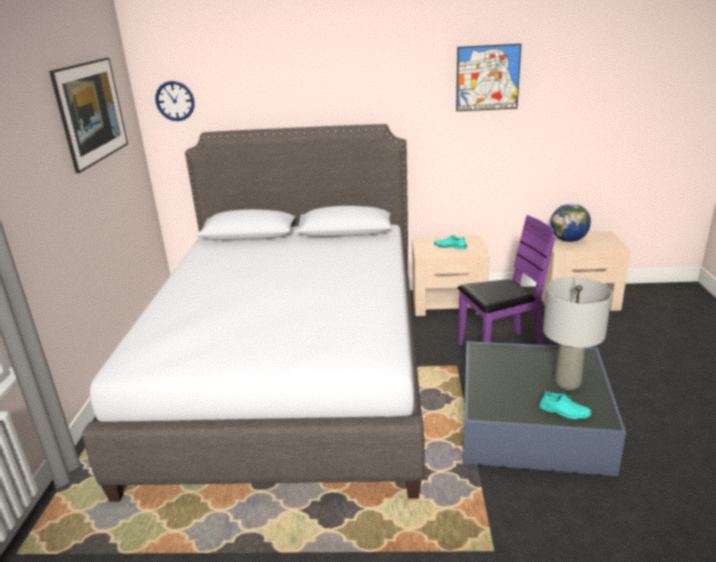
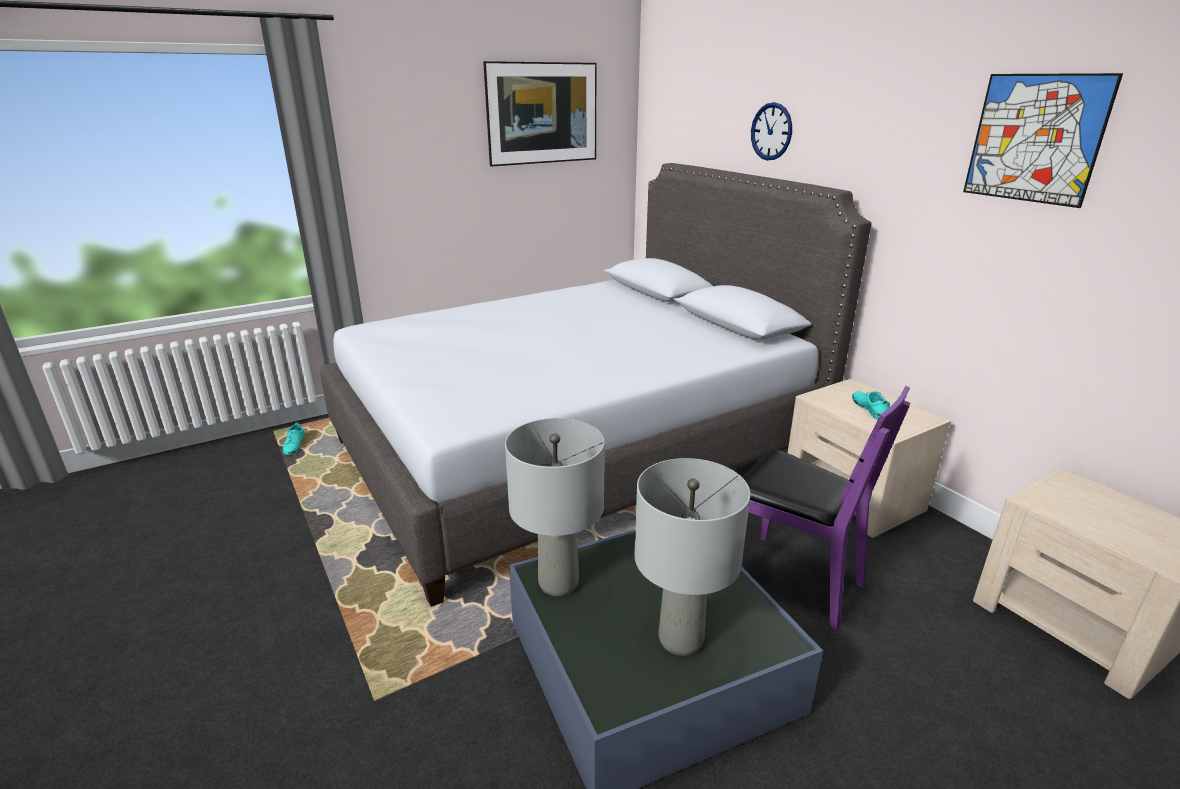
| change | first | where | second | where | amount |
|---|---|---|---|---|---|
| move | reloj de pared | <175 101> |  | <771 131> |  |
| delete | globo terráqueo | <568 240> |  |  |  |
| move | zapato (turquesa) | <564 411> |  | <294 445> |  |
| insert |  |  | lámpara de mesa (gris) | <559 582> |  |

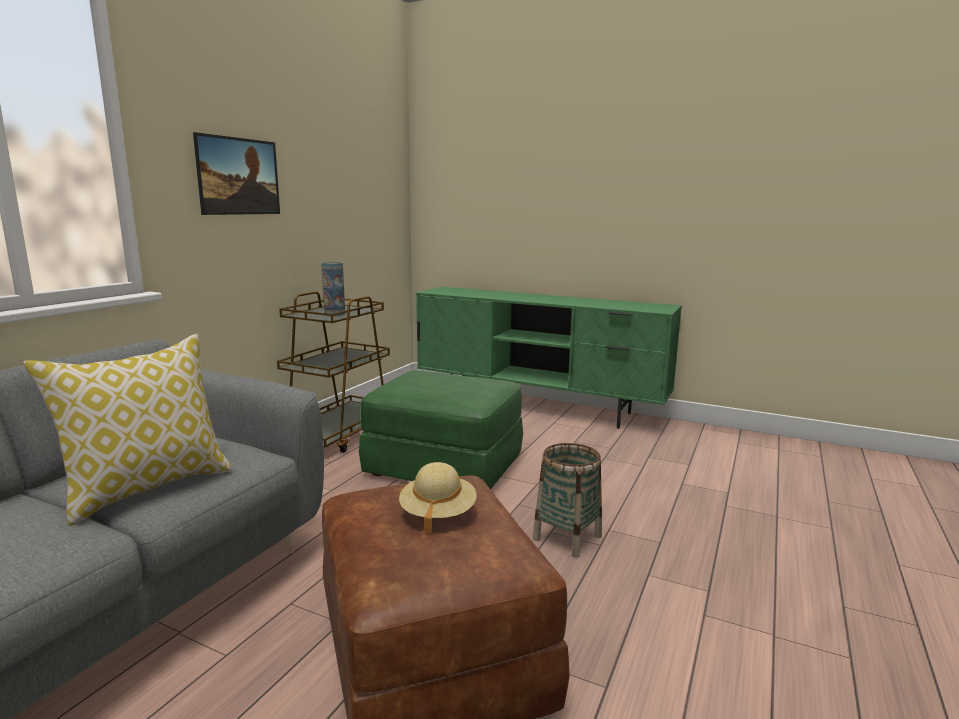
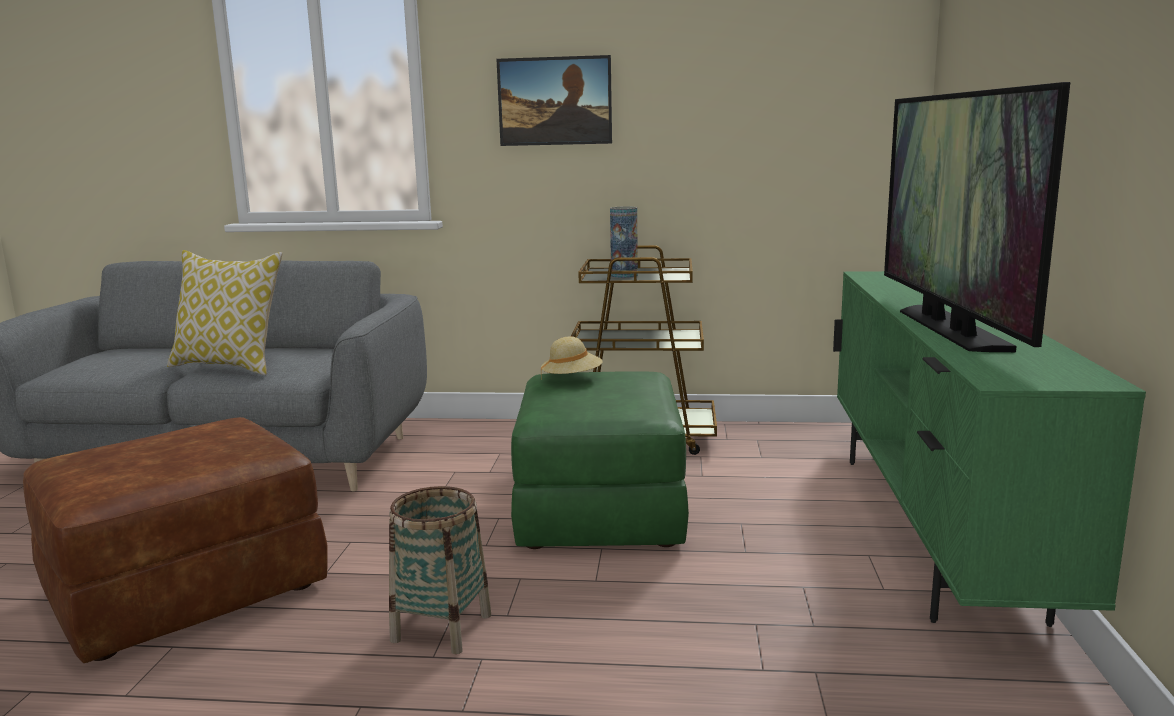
| change | first | where | second | where | amount |
|---|---|---|---|---|---|
| move | sombrero (beis) | <437 513> |  | <572 379> |  |
| insert |  |  | televisor | <950 329> |  |

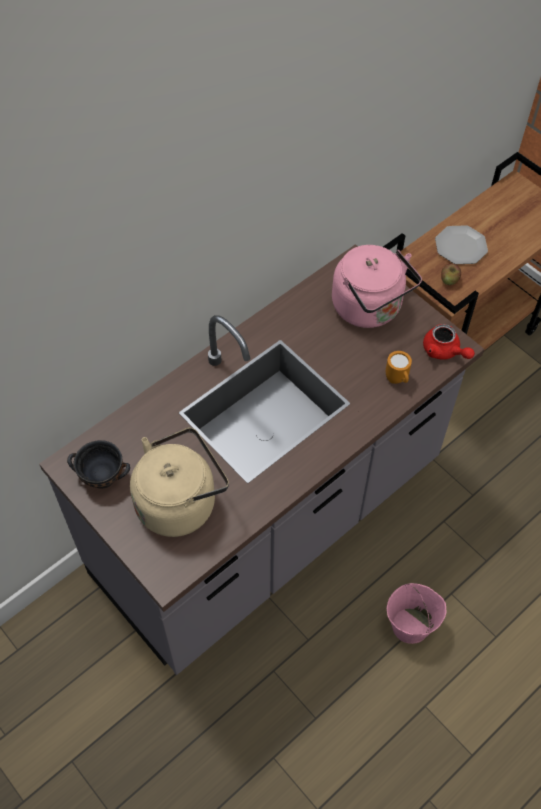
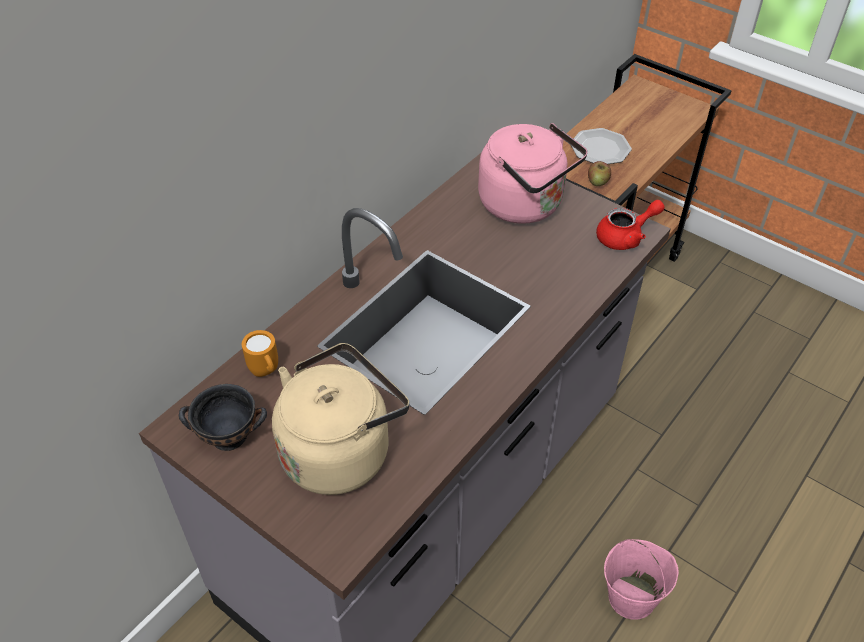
| change | first | where | second | where | amount |
|---|---|---|---|---|---|
| rotate | tetera (rojo) | <444 351> |  | <625 237> | 60 degrees counterclockwise |
| move | taza grande (naranja) | <397 380> |  | <266 372> |  |

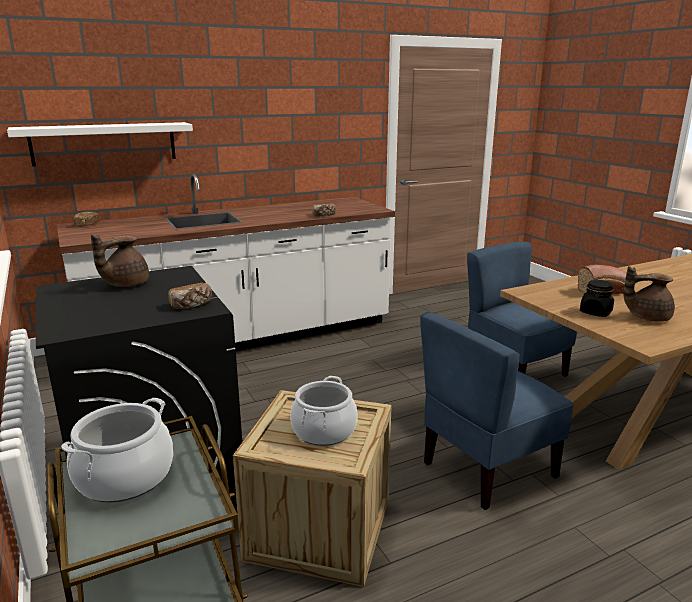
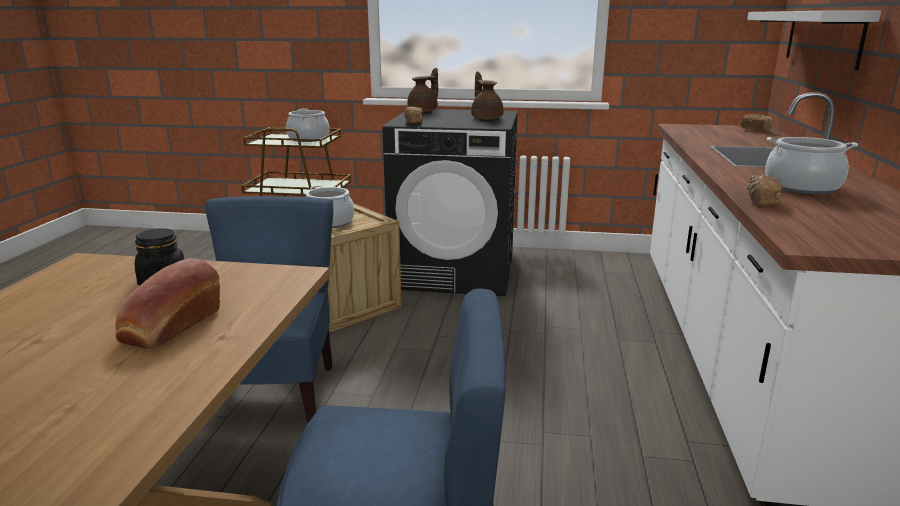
| change | first | where | second | where | amount |
|---|---|---|---|---|---|
| move | tetera (marrón) | <646 317> |  | <424 111> |  |
| insert |  |  | olla | <802 187> |  |

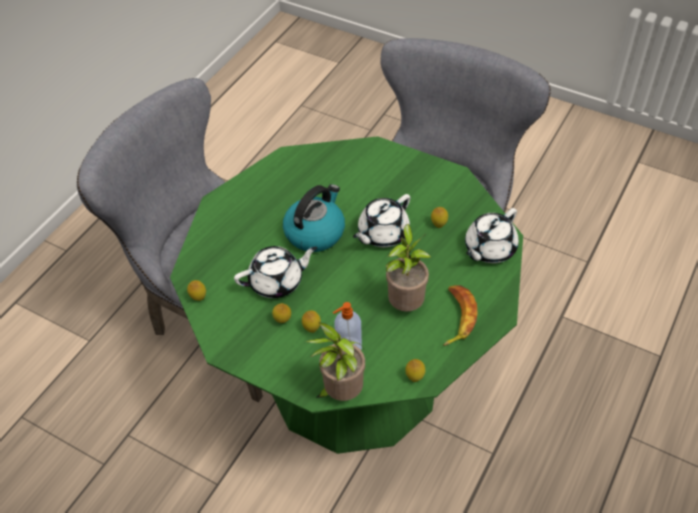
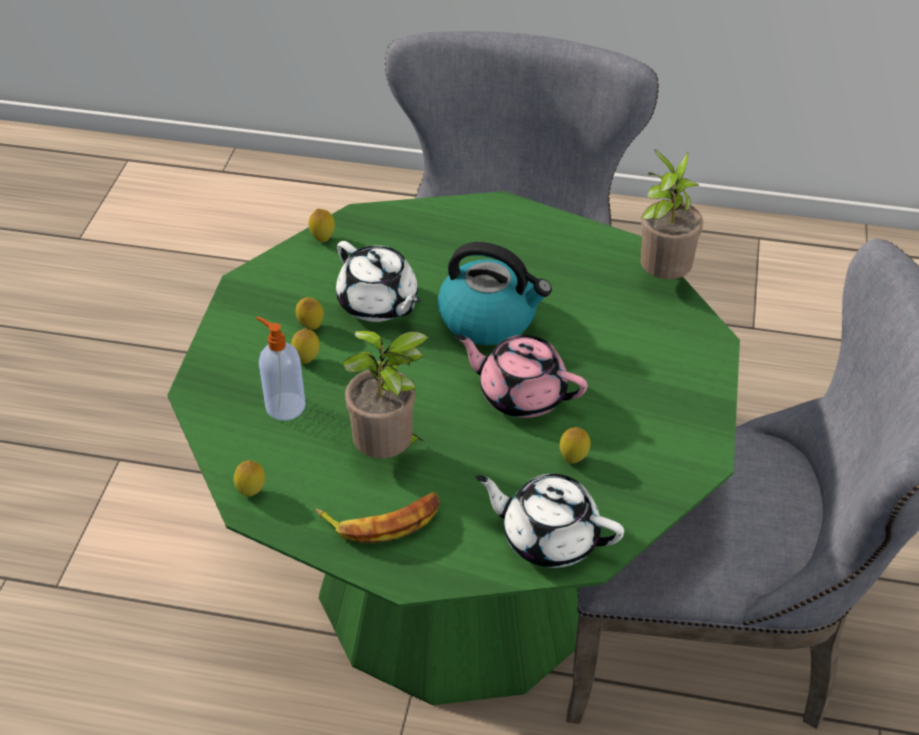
| change | first | where | second | where | amount |
|---|---|---|---|---|---|
| recolor | tetera (blanco) | <382 234> | tetera (rosa) | <521 394> |  |
| move | planta en maceta | <340 393> |  | <661 277> |  |

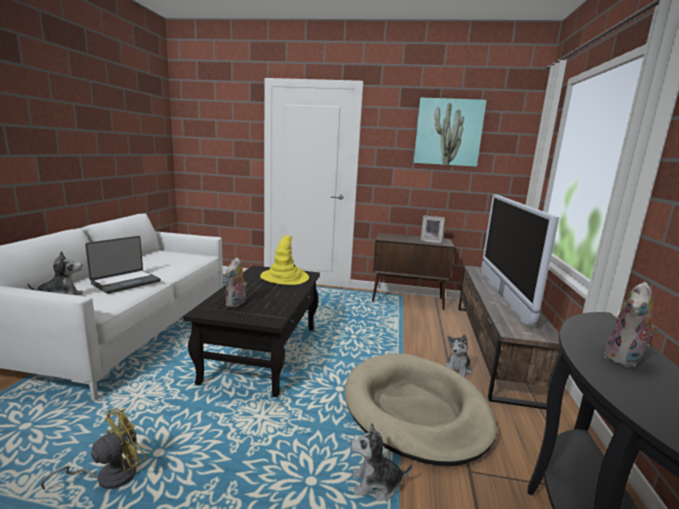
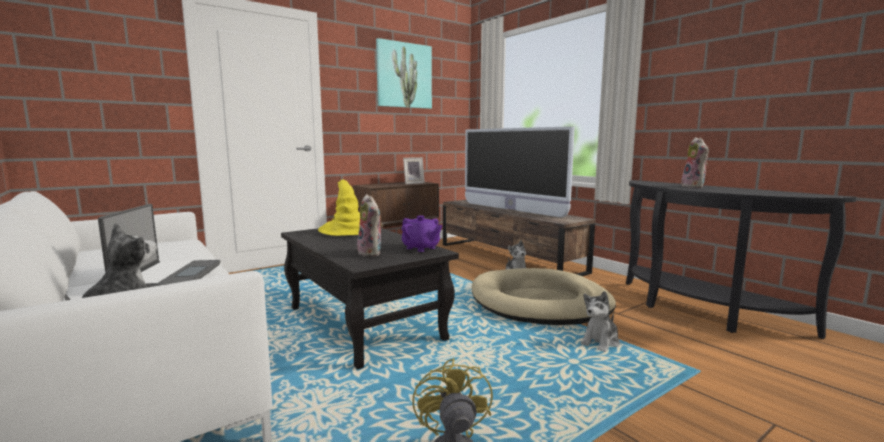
| change | first | where | second | where | amount |
|---|---|---|---|---|---|
| insert |  |  | tetera (morado) | <421 248> |  |

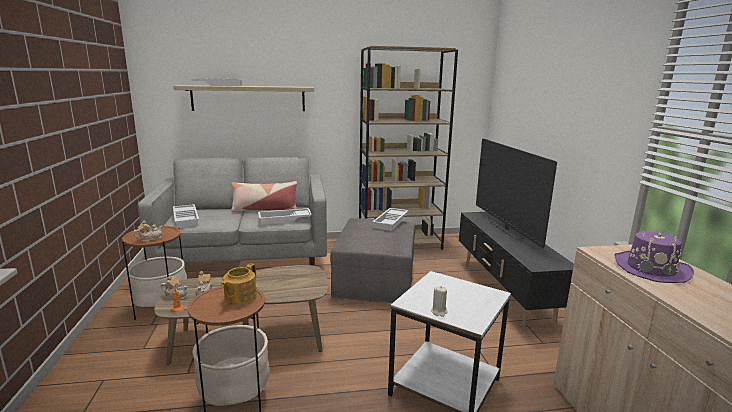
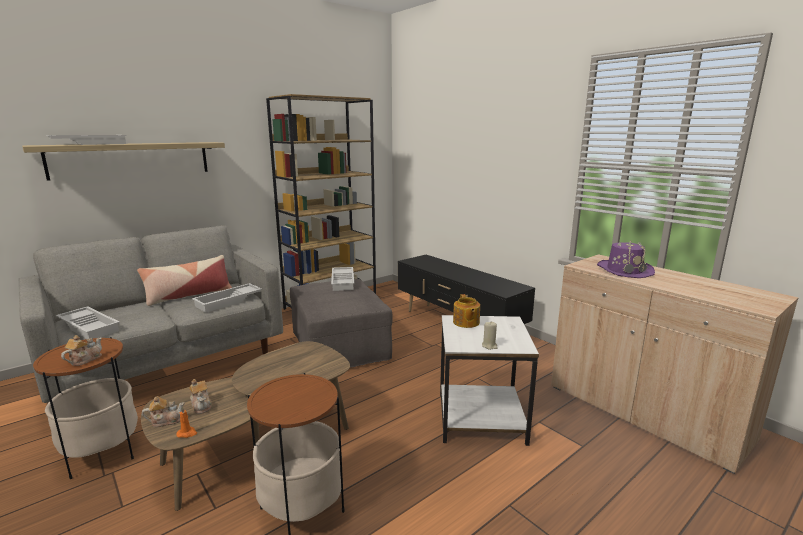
| change | first | where | second | where | amount |
|---|---|---|---|---|---|
| delete | televisor | <505 229> |  |  |  |
| move | tetera | <239 297> |  | <466 322> |  |

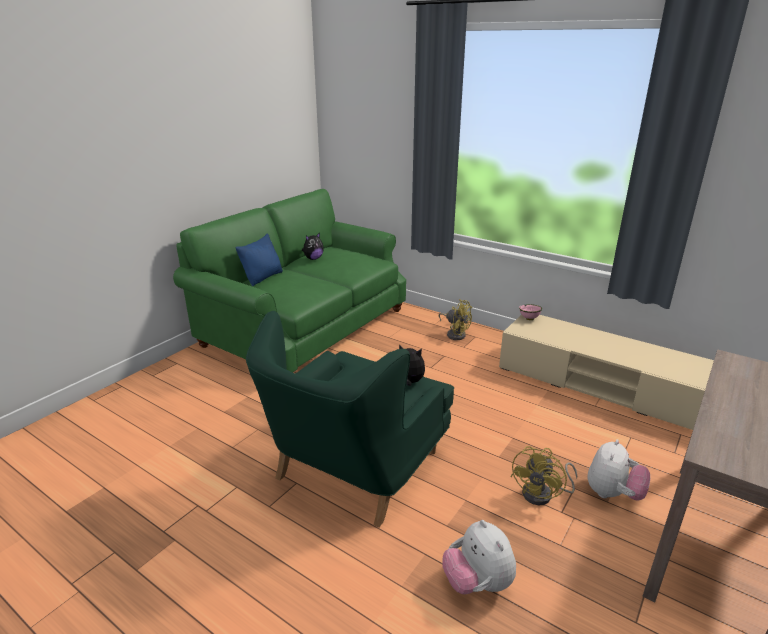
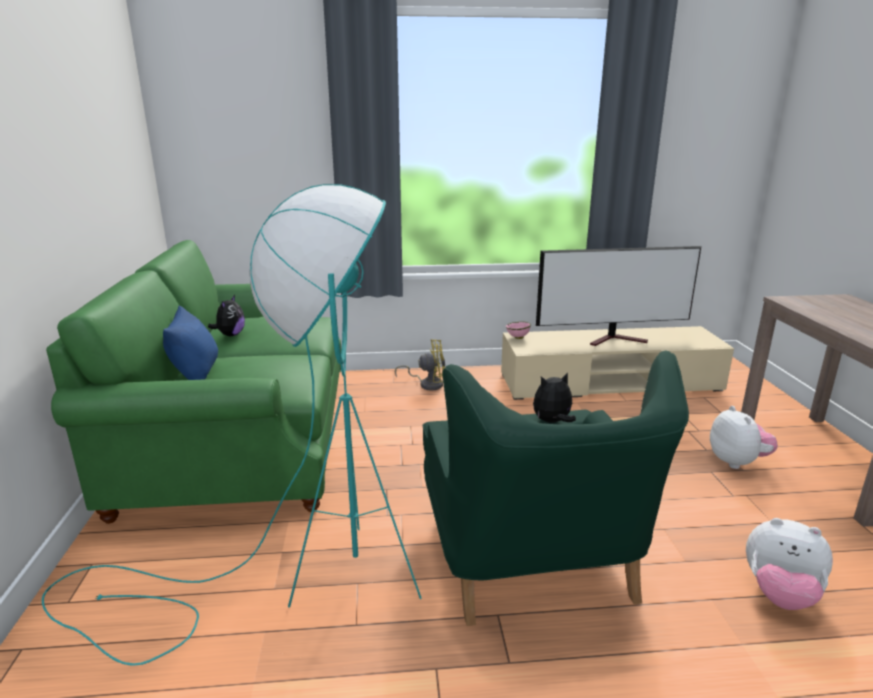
| change | first | where | second | where | amount |
|---|---|---|---|---|---|
| delete | ventilador (amarillo) | <543 494> |  |  |  |
| insert |  |  | lámpara de pie (turquesa) | <296 583> |  |
| insert |  |  | televisor | <616 339> |  |

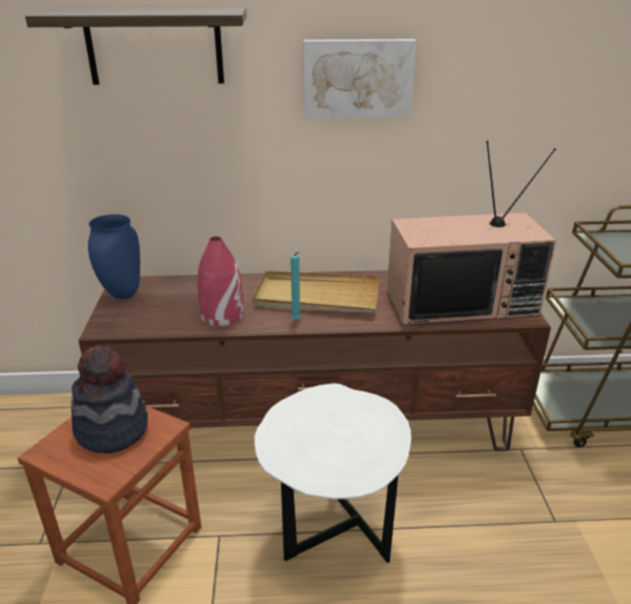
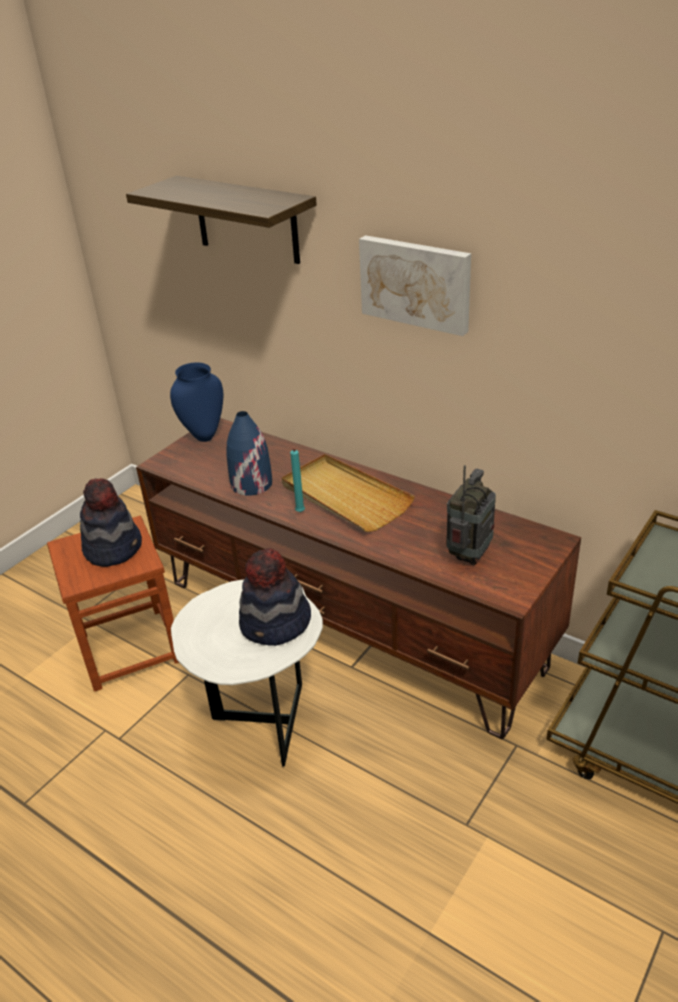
| change | first | where | second | where | amount |
|---|---|---|---|---|---|
| replace | televisor | <461 302> | radio | <469 555> |  |
| recolor | florero (rojo) | <221 315> | florero (azul) | <251 484> |  |
| insert |  |  | sombrero | <276 624> |  |

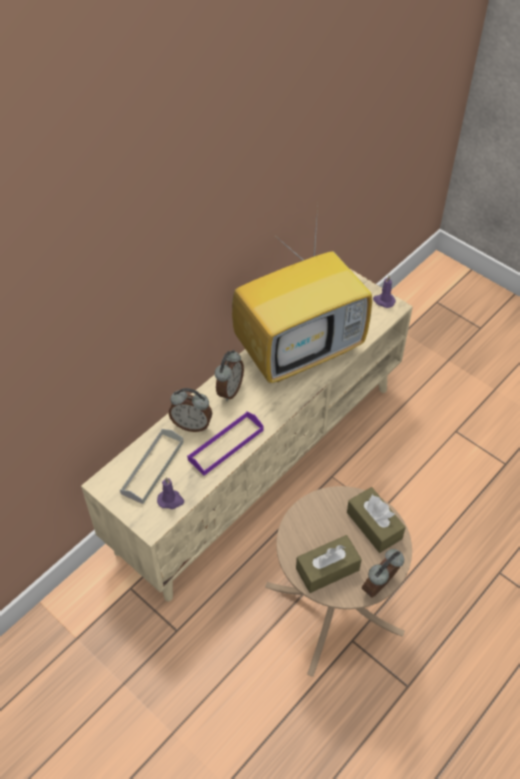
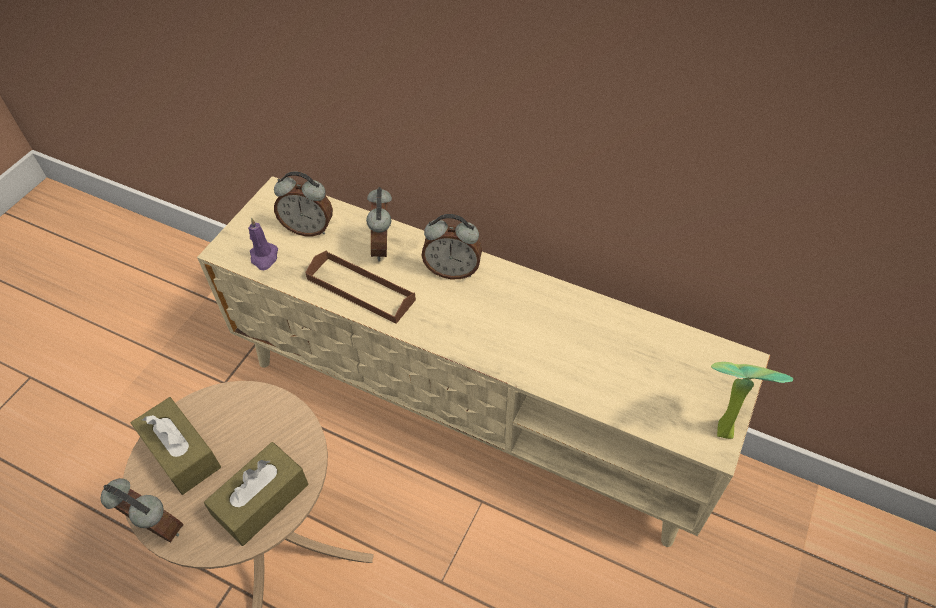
| change | first | where | second | where | amount |
|---|---|---|---|---|---|
| delete | televisor | <300 349> |  |  |  |
| replace | vela (morado) | <383 301> | planta en maceta | <720 426> |  |
| recolor | bandeja (morado) | <226 445> | bandeja (marrón) | <360 289> |  |
| replace | bandeja (gris) | <152 467> | despertador | <309 228> |  |

